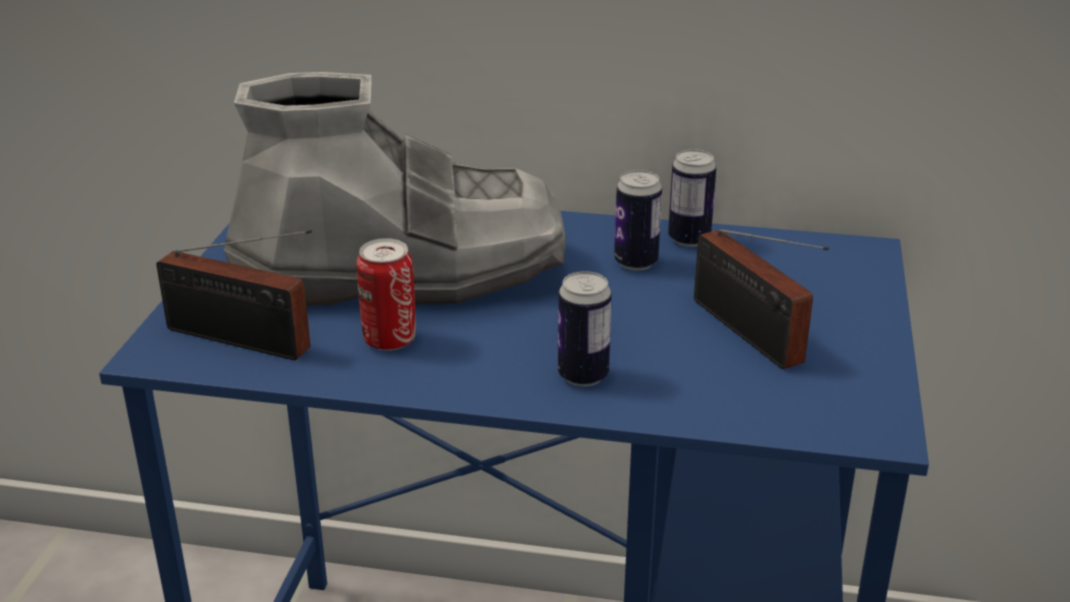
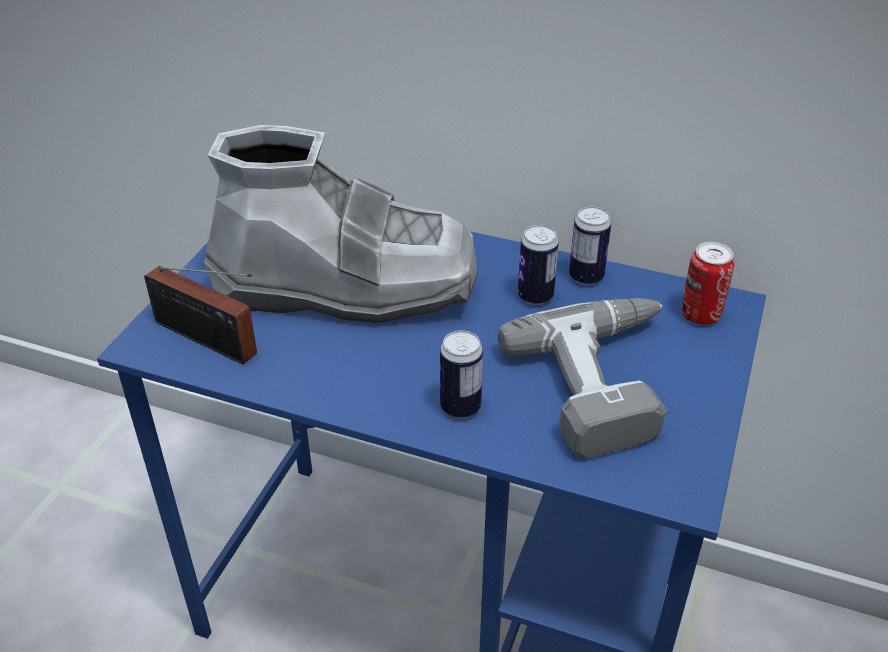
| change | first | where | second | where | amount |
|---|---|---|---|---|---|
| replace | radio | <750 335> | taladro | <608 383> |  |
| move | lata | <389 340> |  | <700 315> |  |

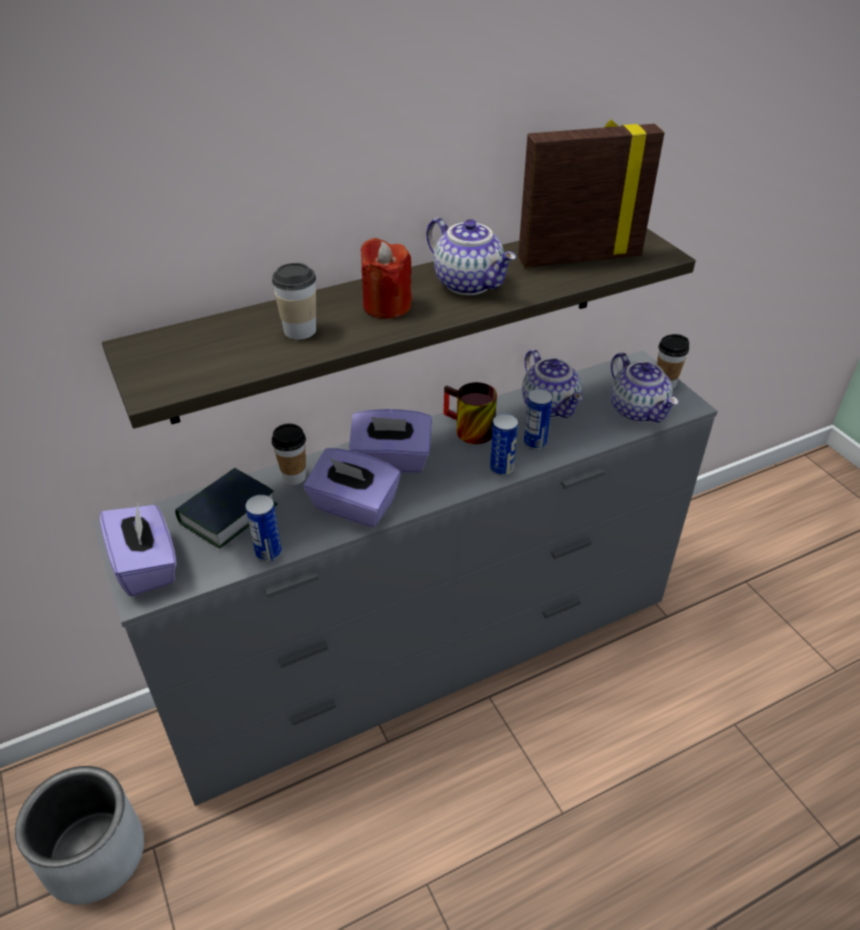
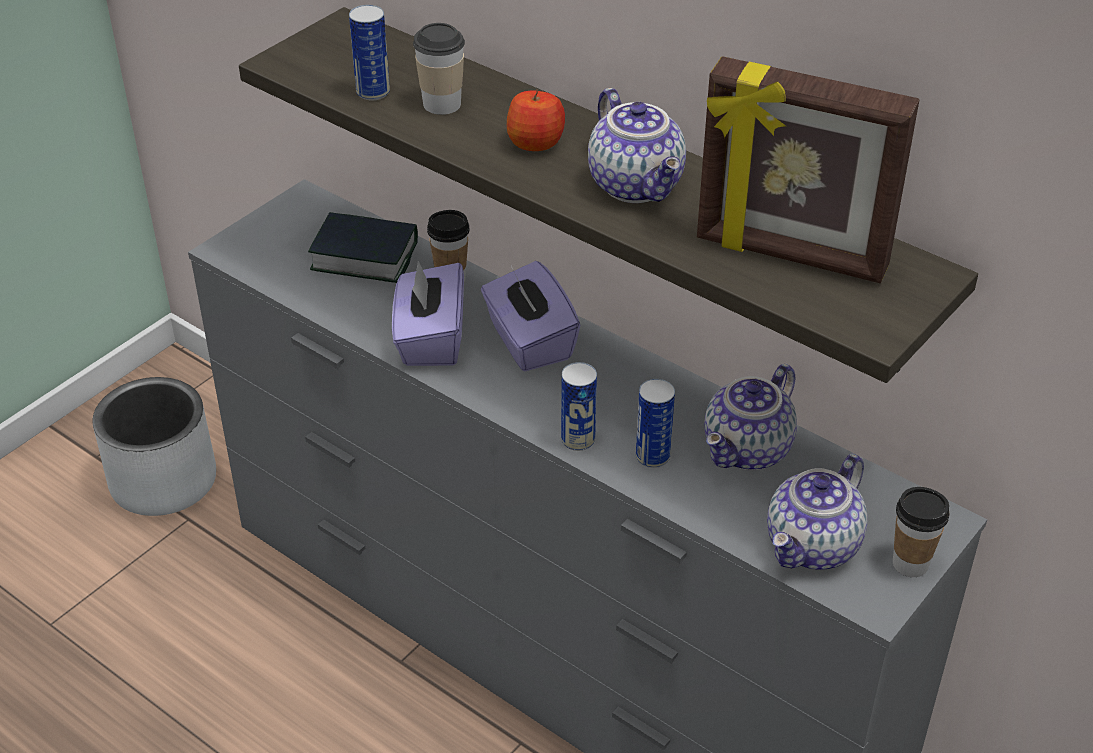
| change | first | where | second | where | amount |
|---|---|---|---|---|---|
| rotate | portarretratos | <579 257> |  | <790 255> | 150 degrees clockwise |
| rotate | tetera | <470 283> |  | <638 185> | 45 degrees counterclockwise |
| replace | vela (rojo) | <387 306> | manzana | <535 142> |  |
| delete | taza grande | <467 430> |  |  |  |
| move | lata | <268 553> |  | <373 92> |  |
| delete | caja de pañuelos (morado) | <147 566> |  |  |  |

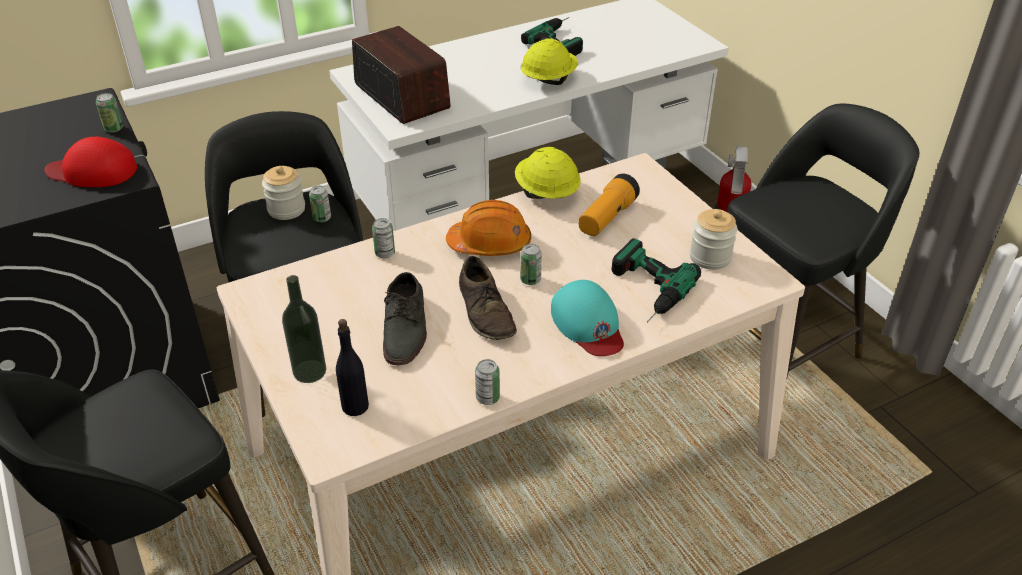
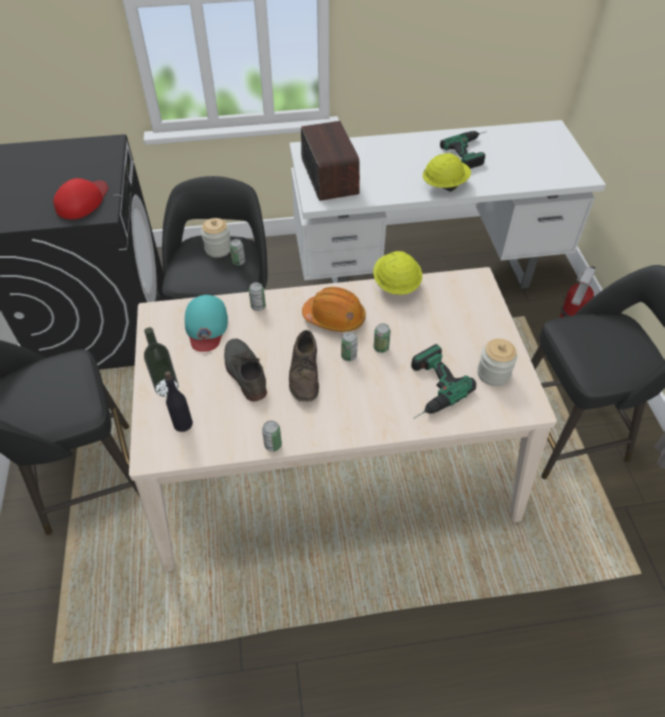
| change | first | where | second | where | amount |
|---|---|---|---|---|---|
| move | lata | <114 128> |  | <381 348> |  |
| rotate | gorra (rojo) | <93 171> |  | <83 201> | 90 degrees clockwise |
| delete | linterna | <607 218> |  |  |  |
| rotate | zapato (gris) | <406 328> |  | <244 371> | 135 degrees clockwise |
| move | gorra (turquesa) | <588 324> |  | <206 326> |  |

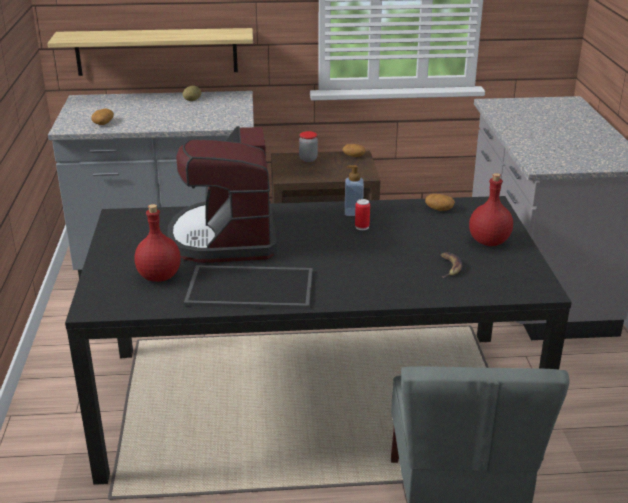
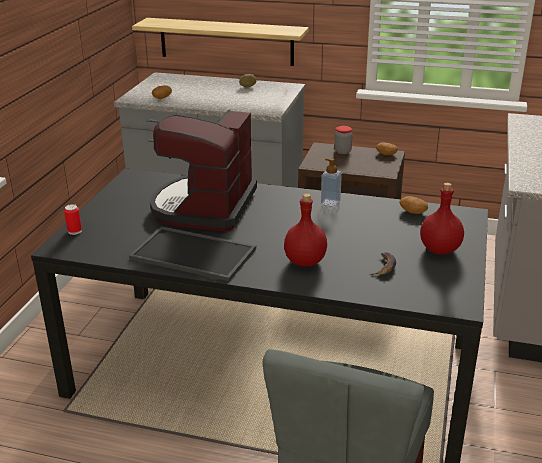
| change | first | where | second | where | amount |
|---|---|---|---|---|---|
| move | lata | <362 227> |  | <74 231> |  |
| move | botella (rojo) | <160 277> |  | <306 262> |  |

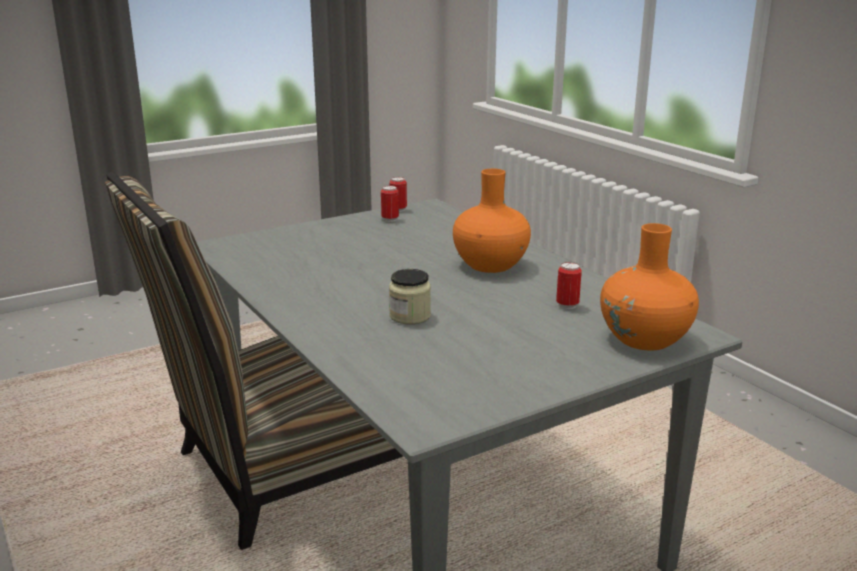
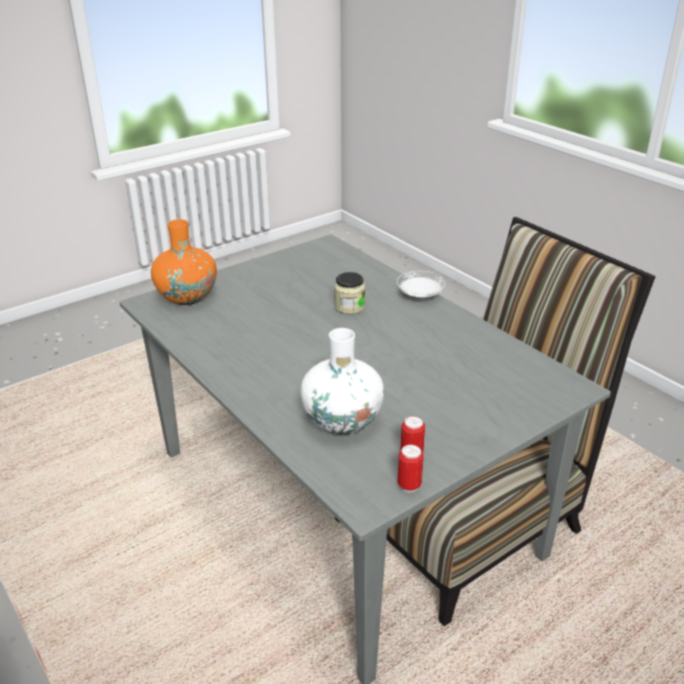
| change | first | where | second | where | amount |
|---|---|---|---|---|---|
| delete | florero (naranja) | <490 265> |  |  |  |
| delete | lata | <567 305> |  |  |  |
| insert |  |  | plato (blanco) | <420 296> |  |
| insert |  |  | florero (blanco) | <342 420> |  |

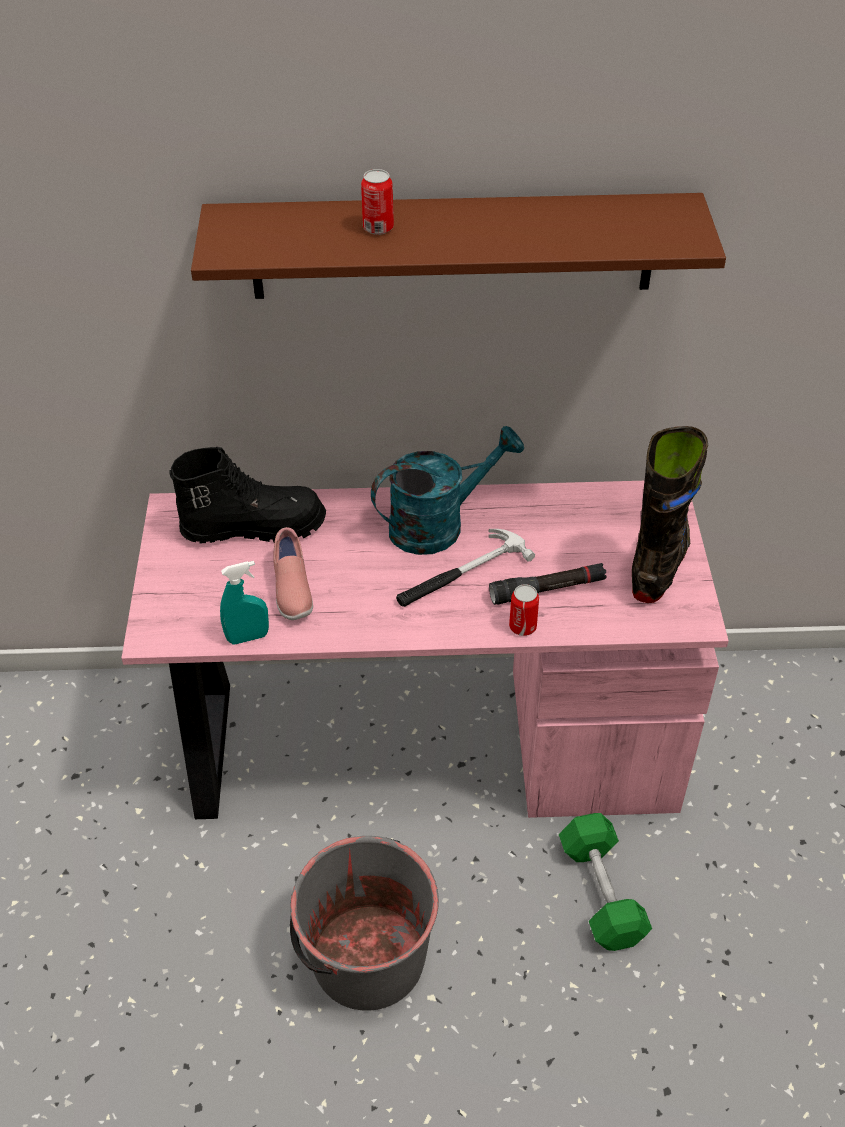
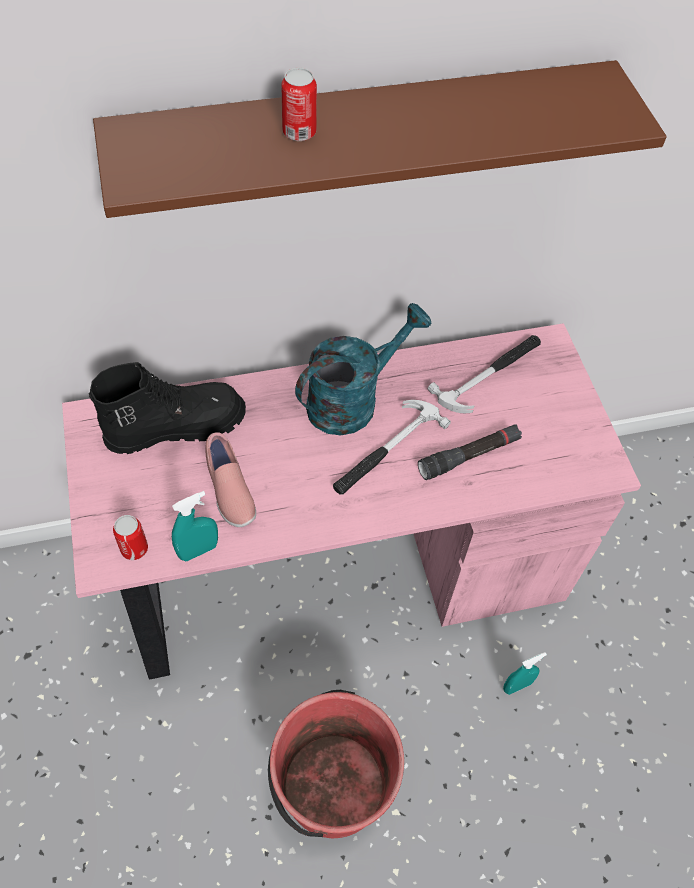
| change | first | where | second | where | amount |
|---|---|---|---|---|---|
| delete | bota (negro) | <659 564> |  |  |  |
| move | lata | <522 627> |  | <134 549> |  |
| replace | mancuerna (verde) | <601 892> | pulverizador (turquesa) | <517 686> |  |
| recolor | cubo (gris) | <366 957> | cubo (rojo) | <331 785> |  |
| insert |  |  | martillo | <490 374> |  |

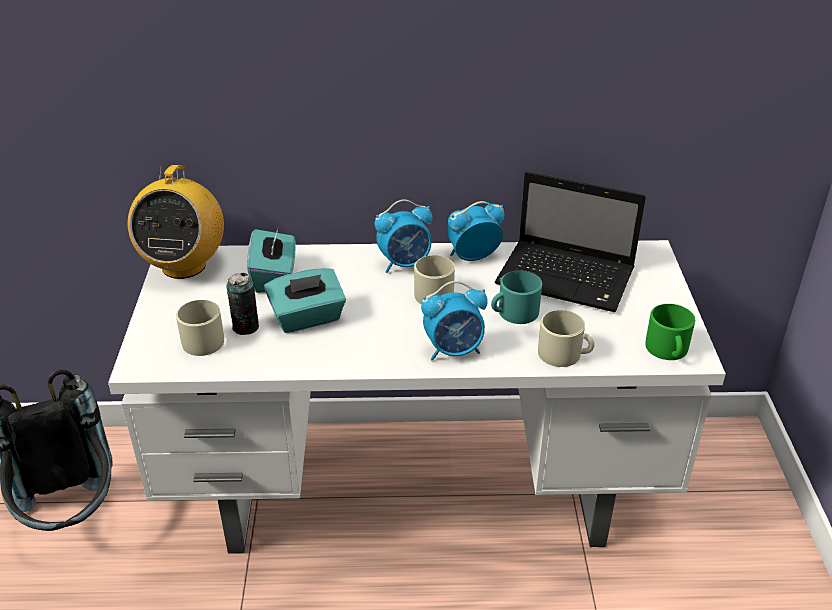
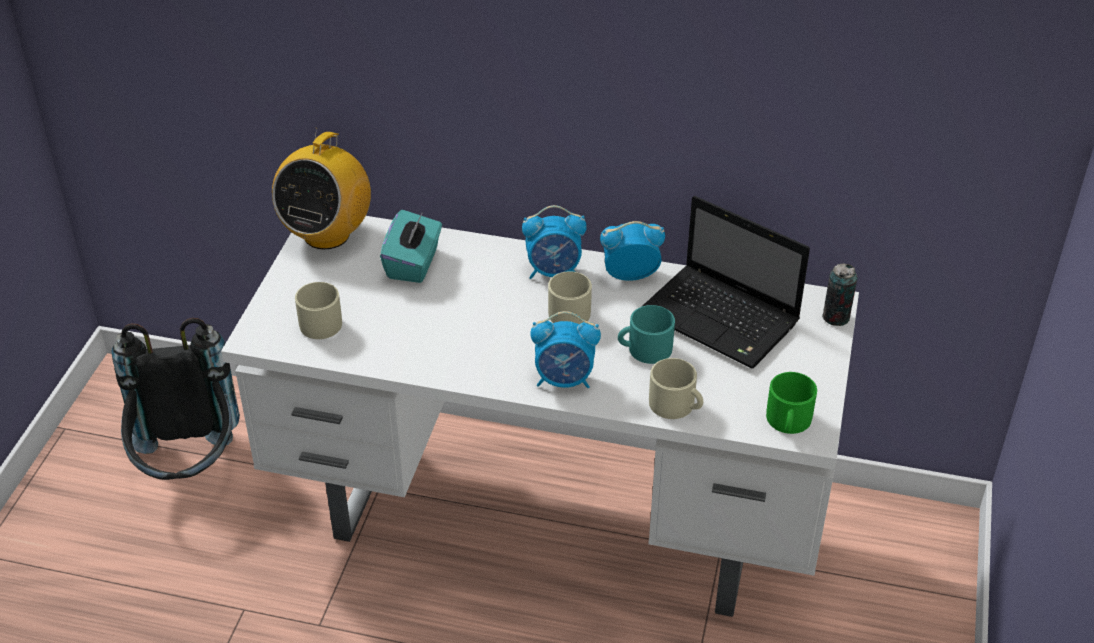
| change | first | where | second | where | amount |
|---|---|---|---|---|---|
| delete | caja de pañuelos (turquesa) | <307 318> |  |  |  |
| move | lata | <246 327> |  | <836 317> |  |

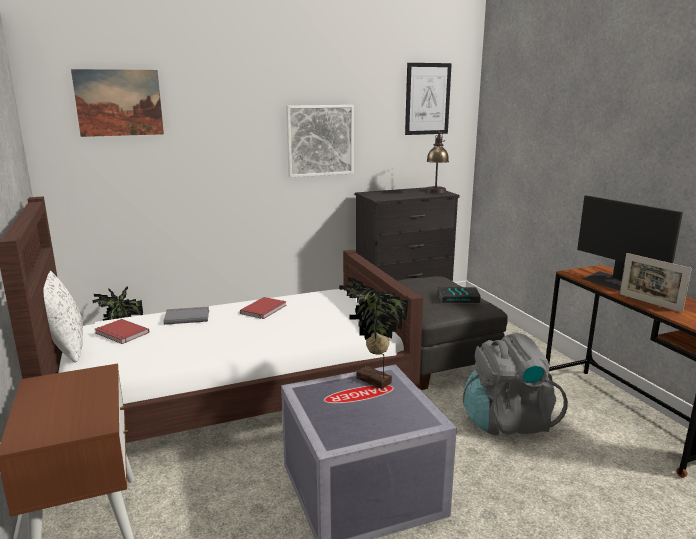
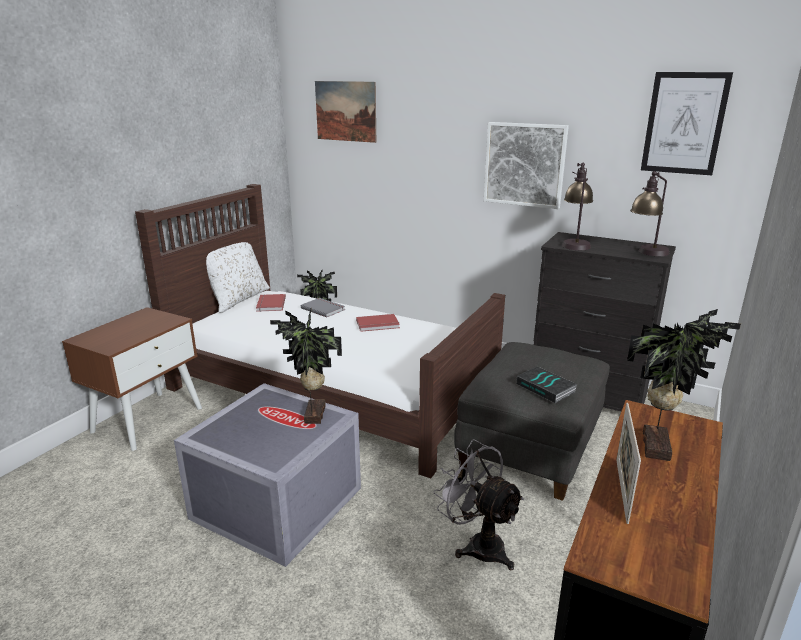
| change | first | where | second | where | amount |
|---|---|---|---|---|---|
| replace | monitor | <614 282> | planta en maceta | <659 447> |  |
| replace | mochila (gris) | <507 421> | ventilador (gris) | <478 544> |  |
| insert |  |  | lámpara de mesa | <574 243> |  |

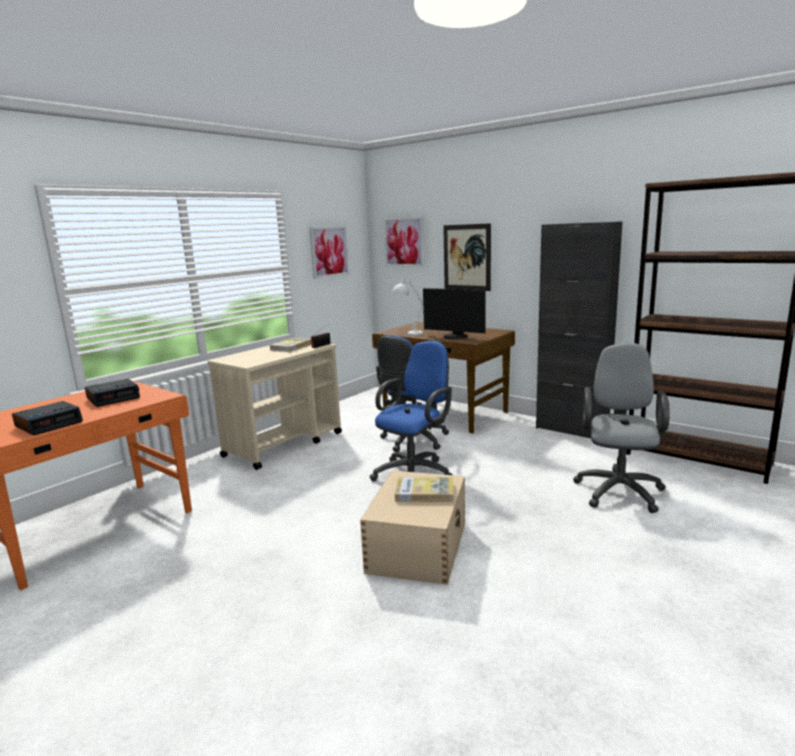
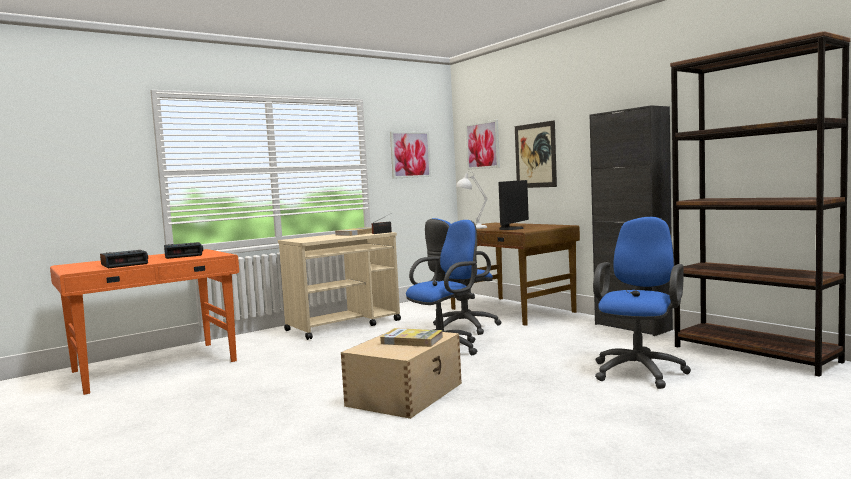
| change | first | where | second | where | amount |
|---|---|---|---|---|---|
| rotate | monitor | <454 337> |  | <512 229> | 105 degrees counterclockwise |
| recolor | silla de oficina (gris) | <619 489> | silla de oficina (azul) | <640 370> |  |

